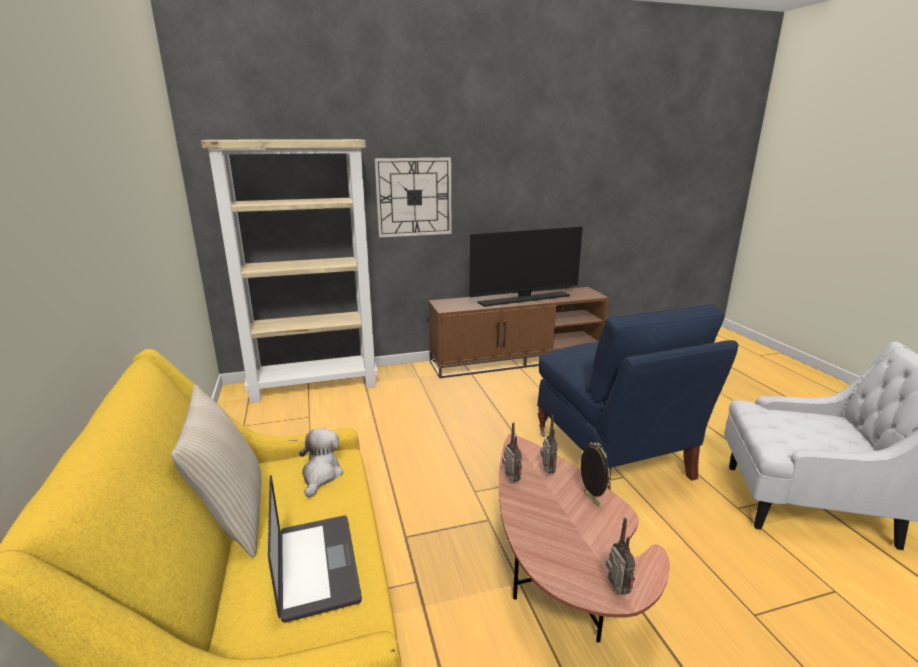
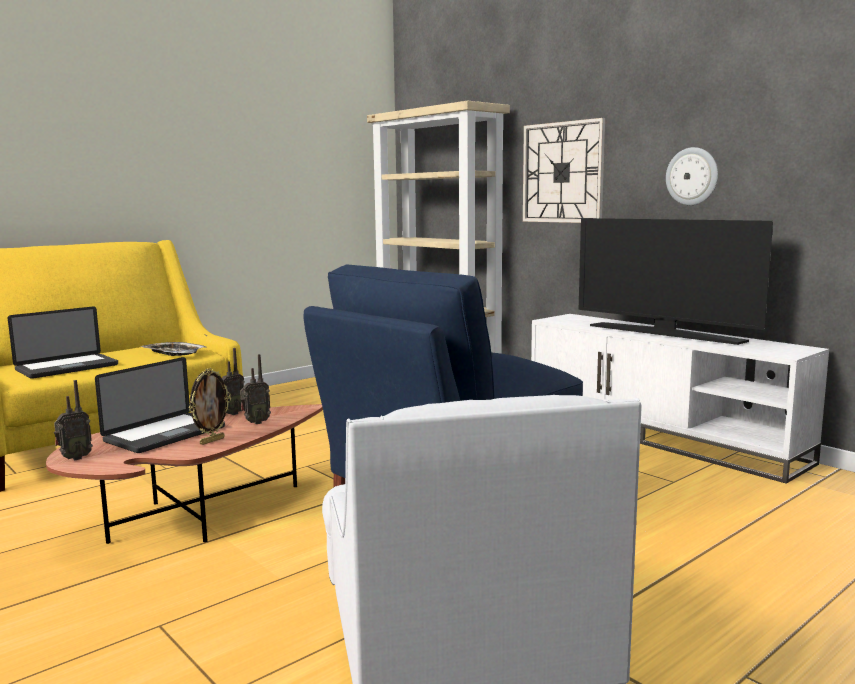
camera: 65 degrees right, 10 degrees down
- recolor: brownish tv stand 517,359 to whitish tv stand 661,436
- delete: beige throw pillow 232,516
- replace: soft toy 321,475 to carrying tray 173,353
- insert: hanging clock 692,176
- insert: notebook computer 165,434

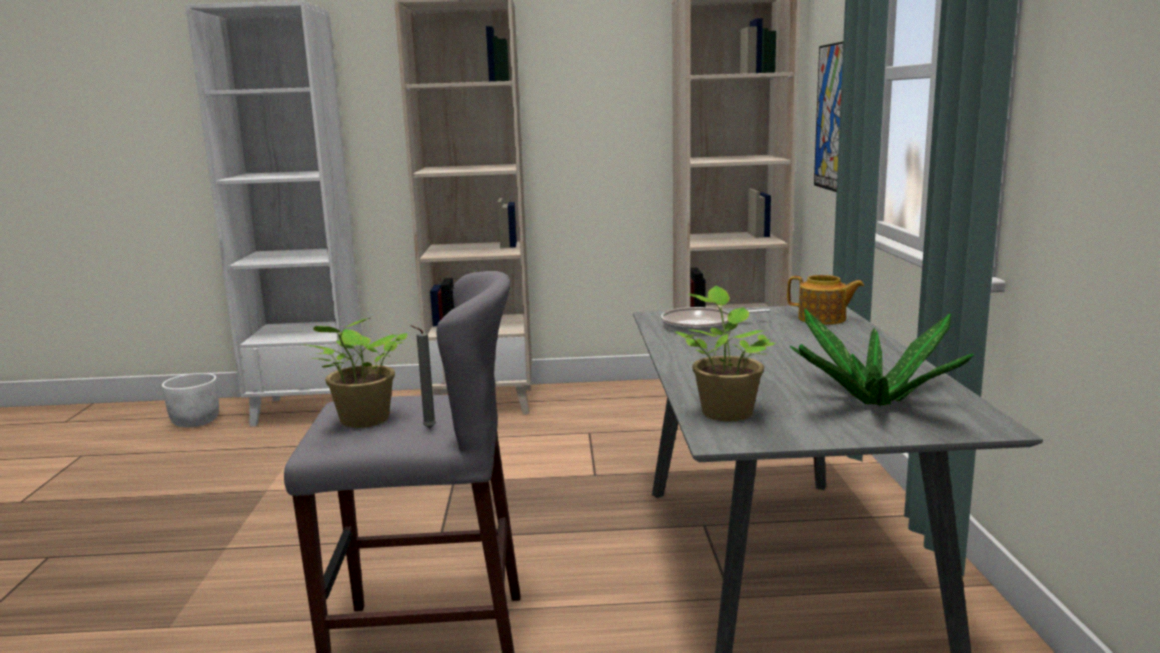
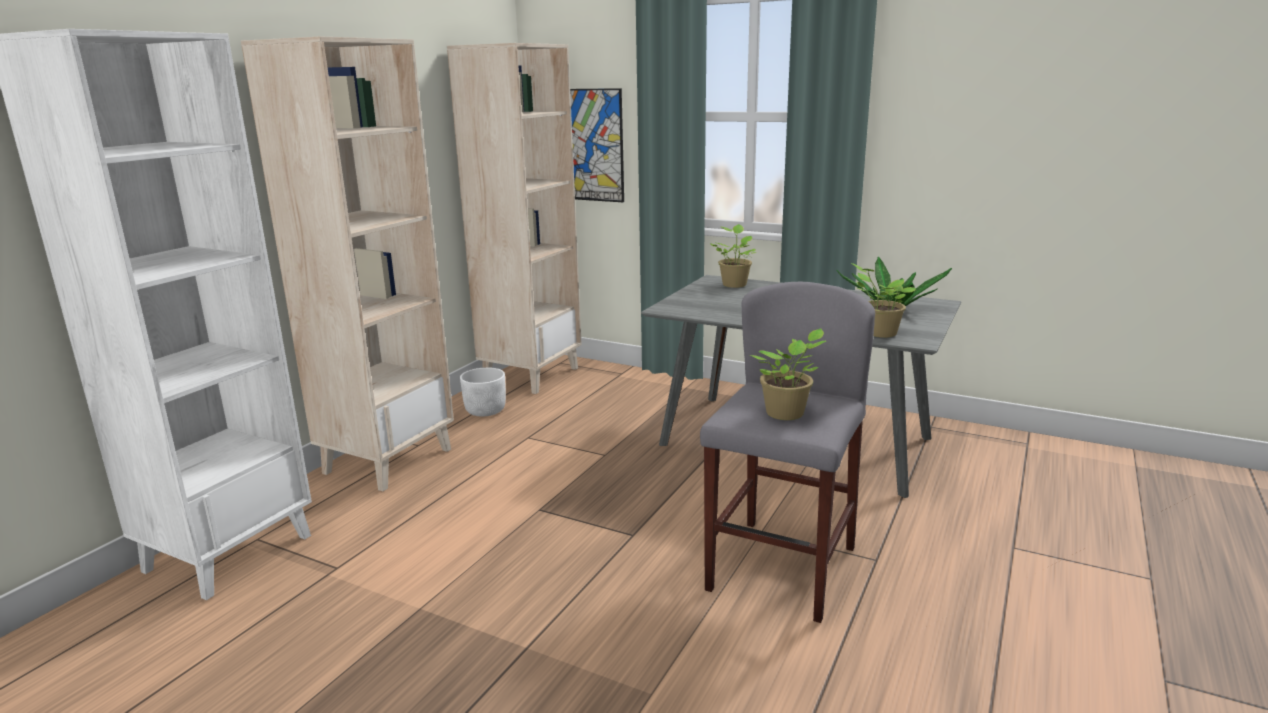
camera: 60 degrees left, 5 degrees up
- replace: tea pot 823,319 to houseplant 734,284
- delete: frying pan 702,326
- delete: grey wax light 427,429
- move: whitish plant pot 196,421 to 485,410

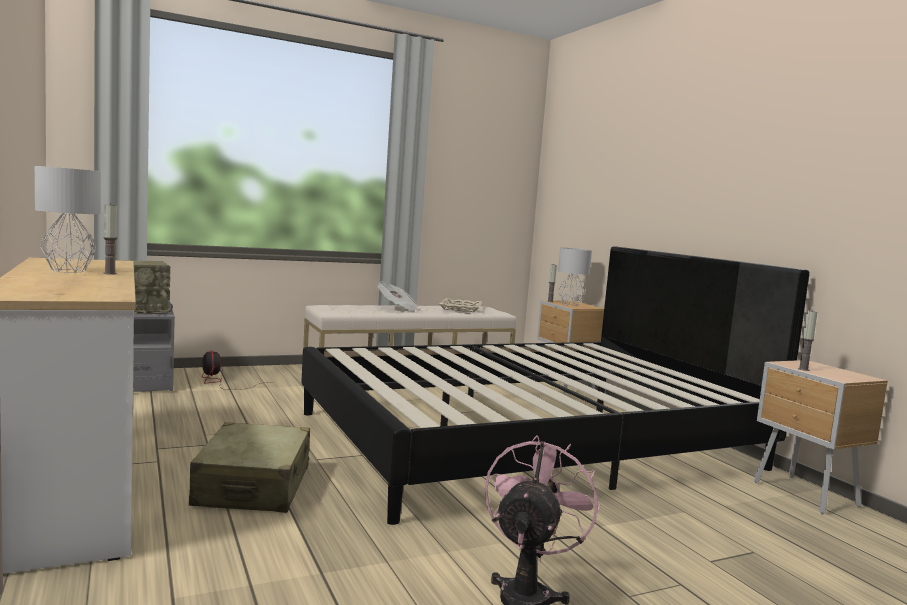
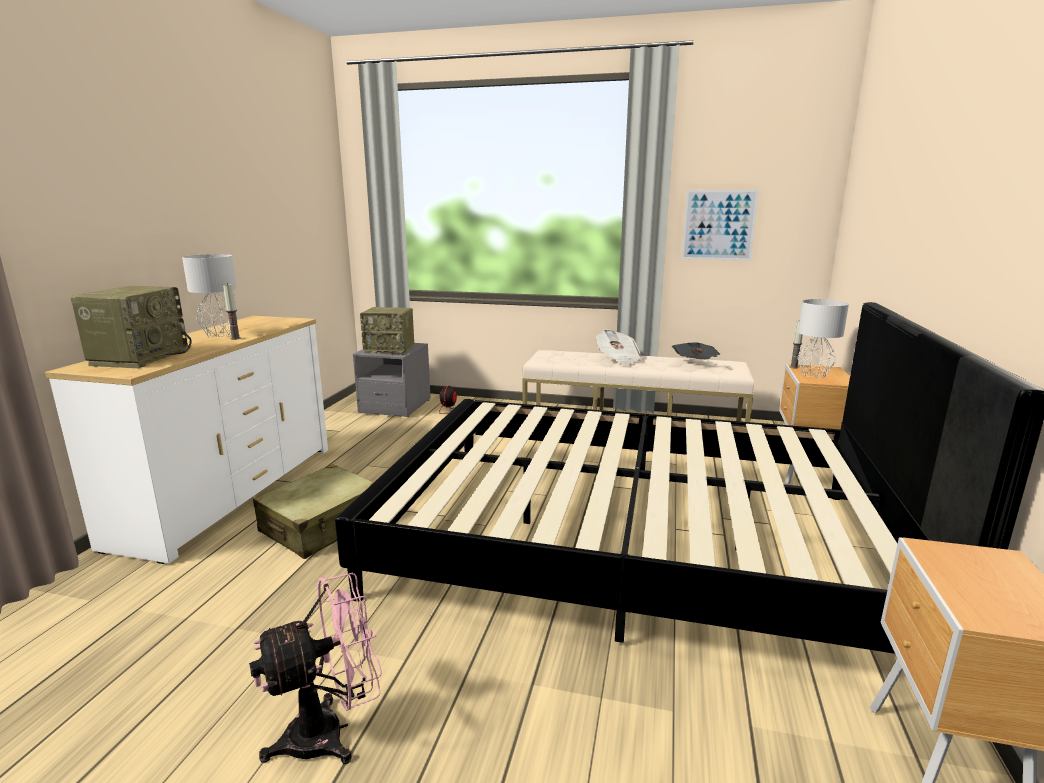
camera: 40 degrees right, 10 degrees up
- replace: beige carrying tray 460,308 to newspaper 695,364
- delete: wax light 803,369
- insert: picture 718,225
- insert: radio receiver 140,357

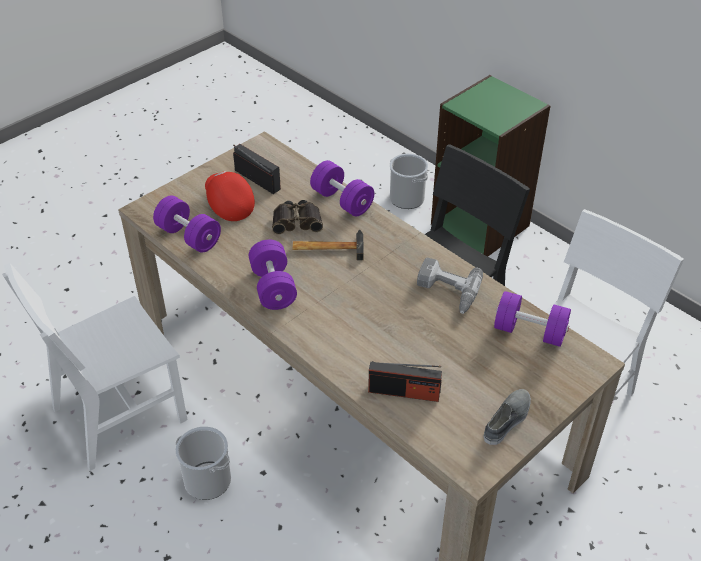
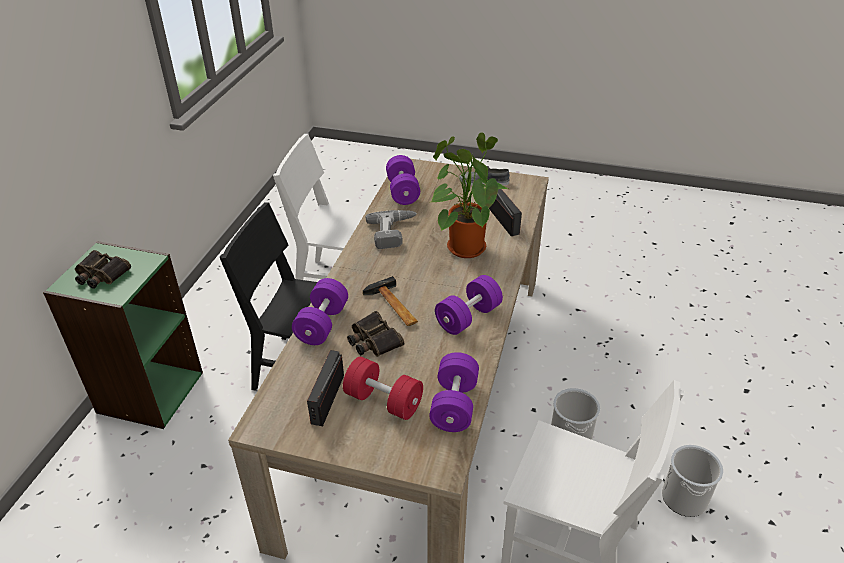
camera: 120 degrees left, 5 degrees down
- move: water bucket 407,198 to 684,498
- replace: reddish cap 228,204 to reddish hand weight 383,401
- insert: houseplant 463,246
- insert: binoculars 100,274

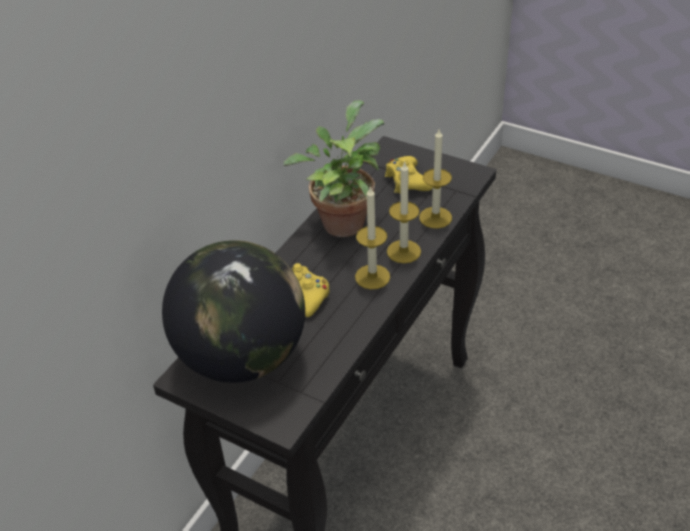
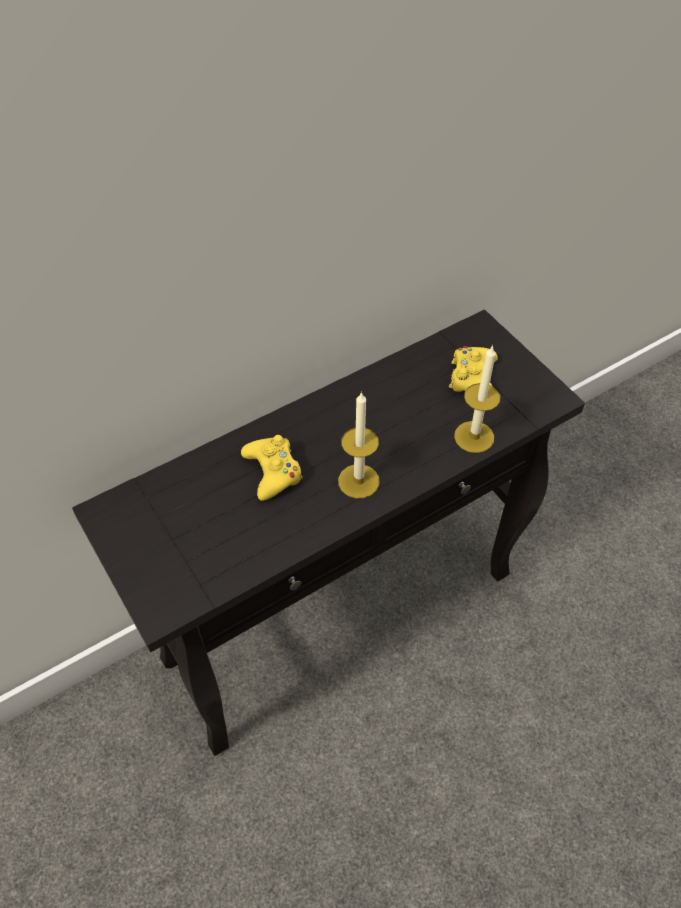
camera: 25 degrees right, 10 degrees up
- delete: houseplant 343,220
- delete: wax light 403,251
- delete: world globe 242,358

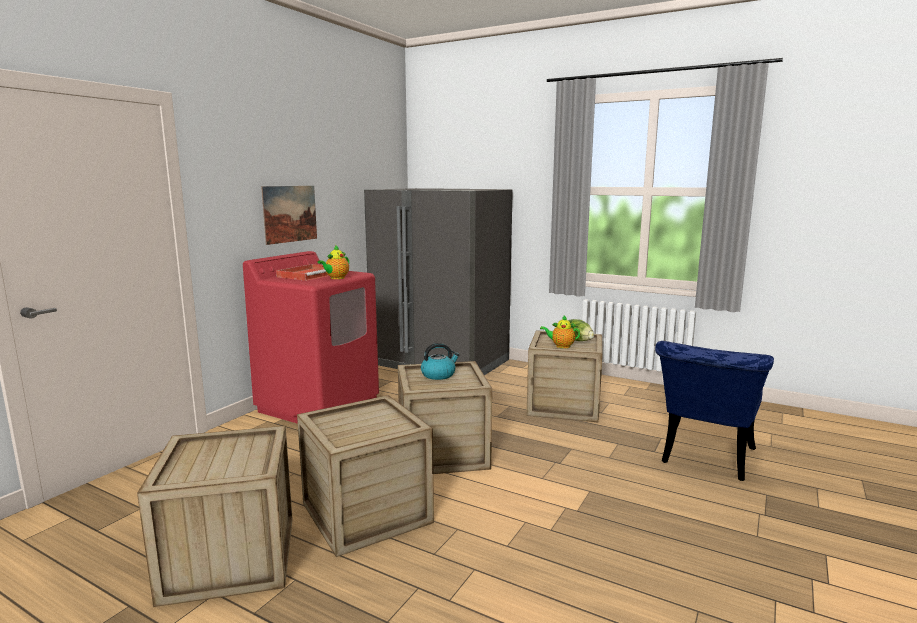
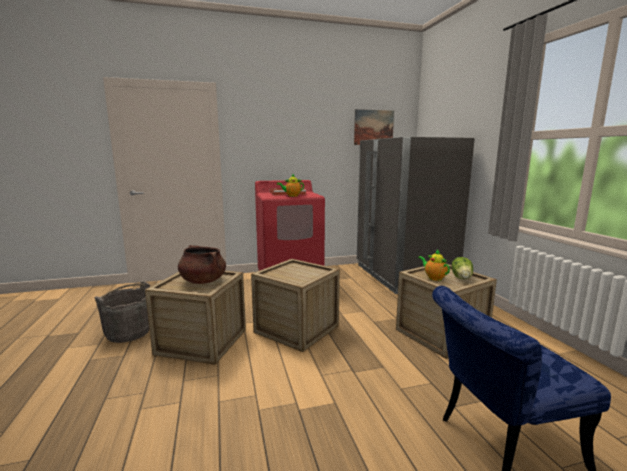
camera: 45 degrees right, 0 degrees up
- move: picture 290,214 to 373,127
- delete: water kettle 439,375
- replace: shipping crate 230,558 to grey water bucket 128,332
- insert: brownish stockpot 203,281

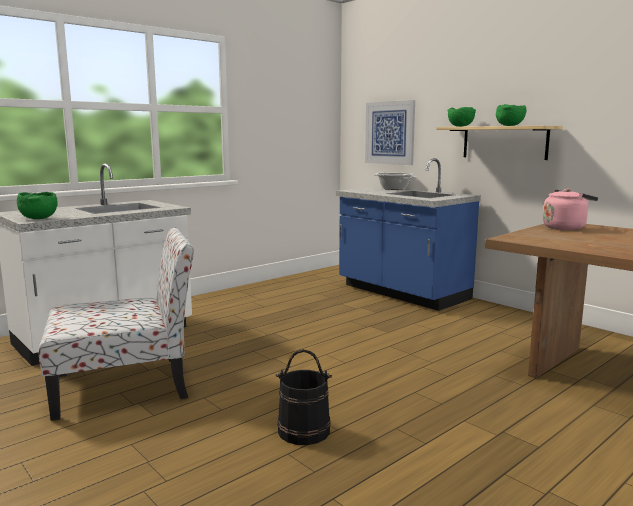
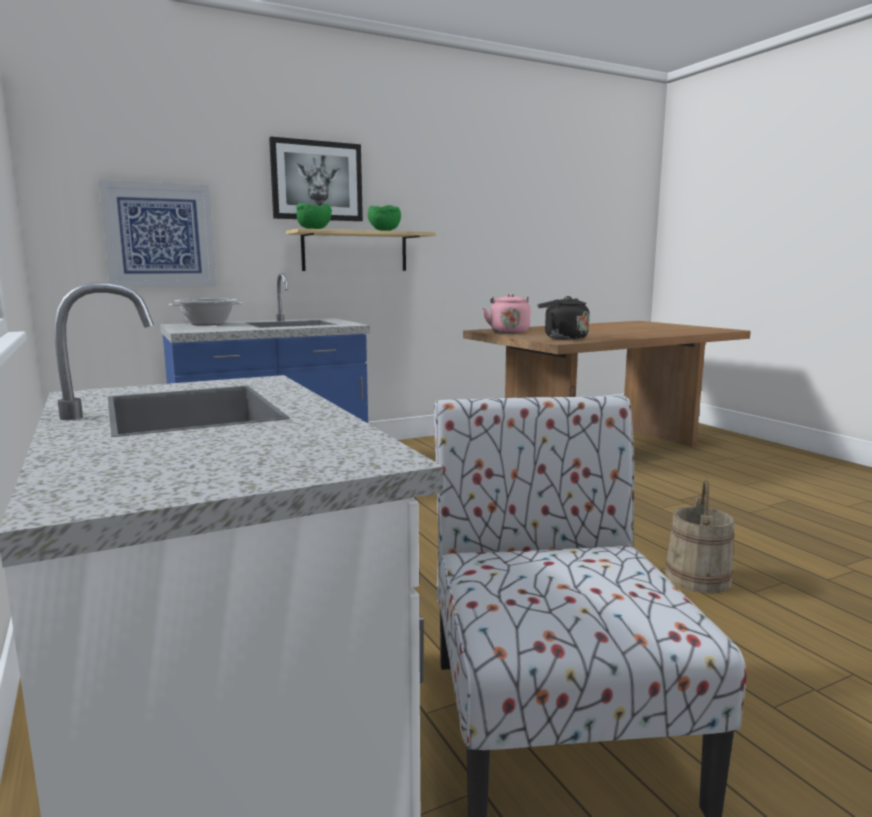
camera: 75 degrees left, 0 degrees up
- delete: green bowl 39,218
- recolor: black water bucket 303,431 to beige water bucket 698,578
- insert: picture 317,181
- insert: black water kettle 562,338

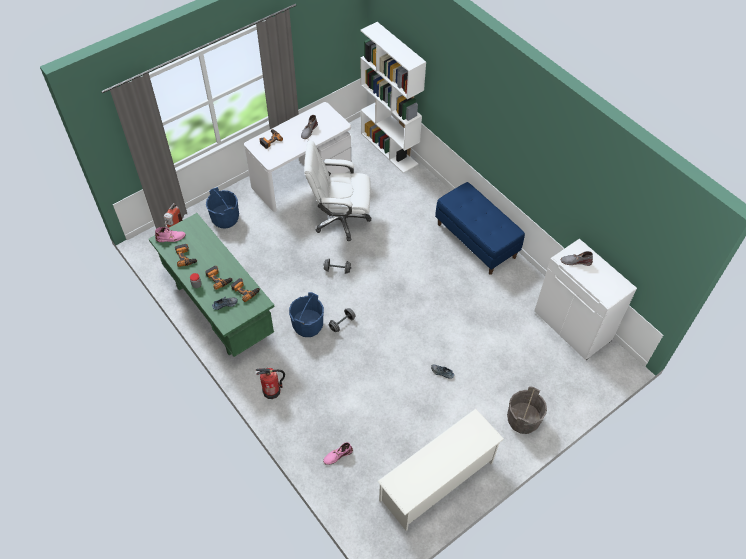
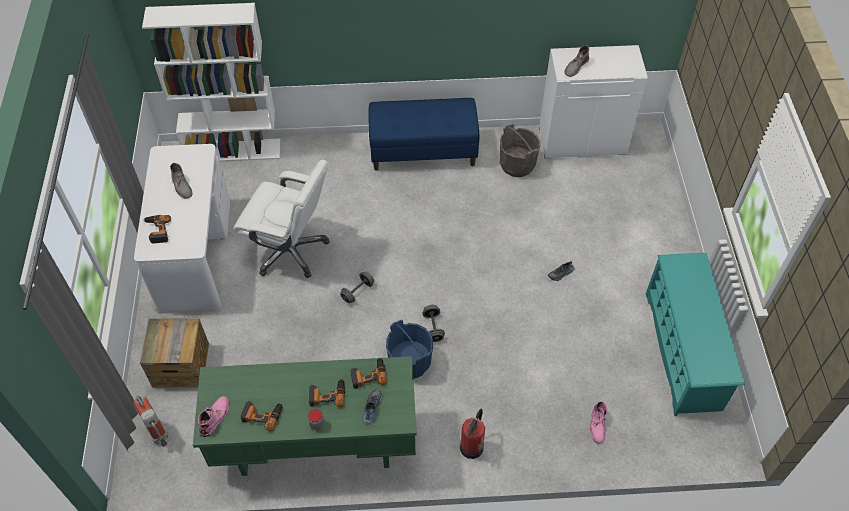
camera: 55 degrees left, 0 degrees up
- rotate: whitish computer chair 340,219 = 290,250 105 degrees counterclockwise
- replace: bluish water bucket 225,218 to shipping crate 181,365
- move: grey water bucket 523,420 to 517,164
- recolor: whitish shoe stand 437,481 to turquoise-coloured shoe stand 683,351

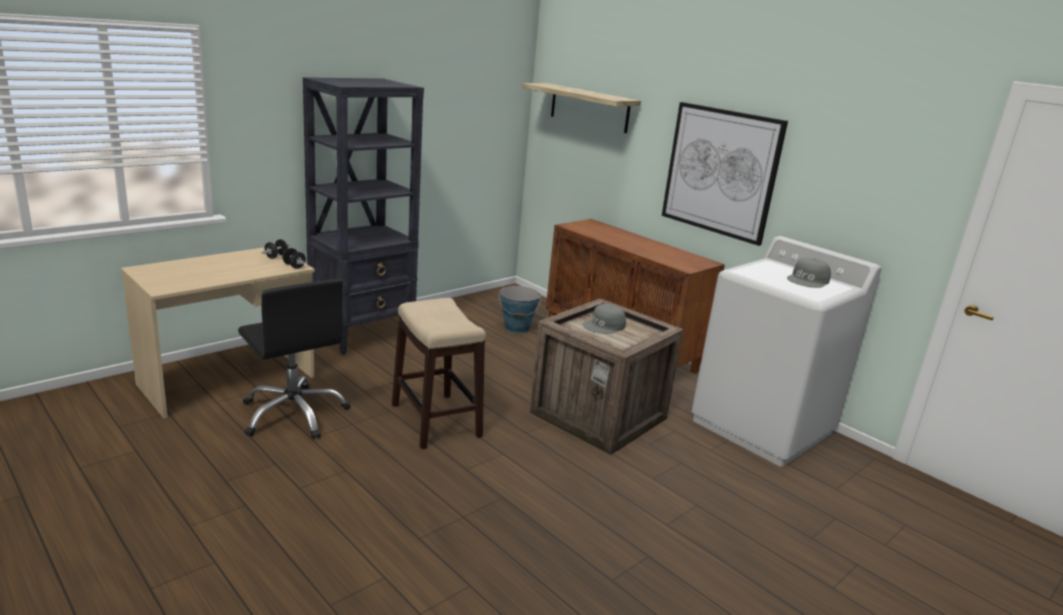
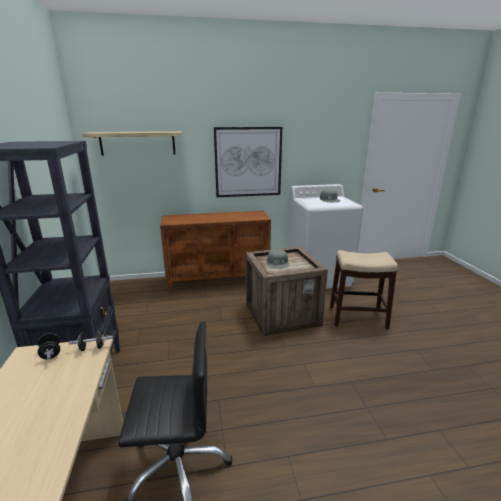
camera: 55 degrees left, 0 degrees up
- delete: water bucket 517,328
- move: sitting stool 436,421 to 358,317

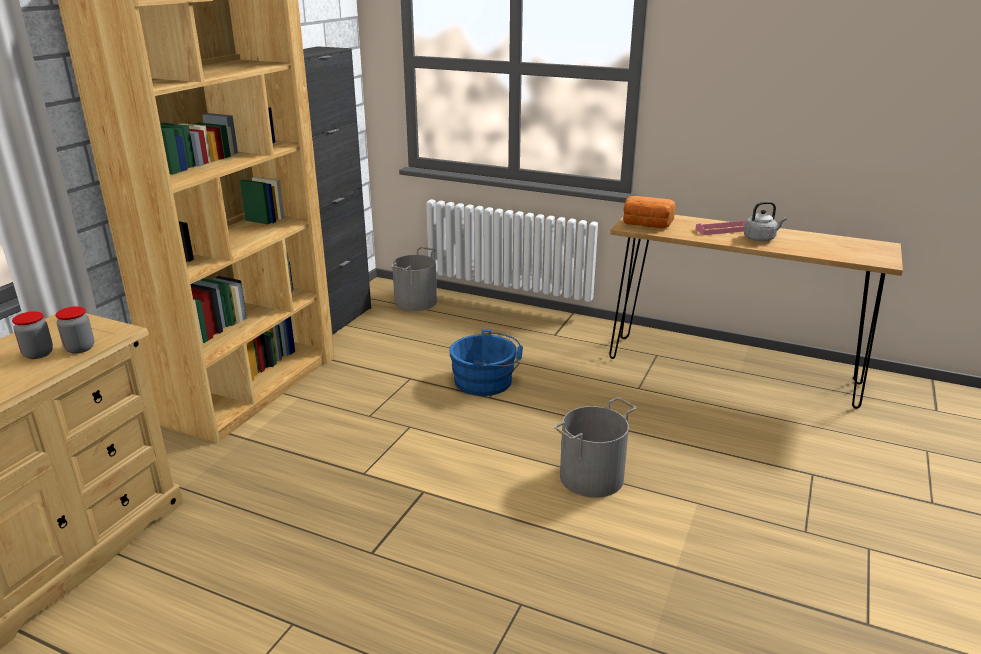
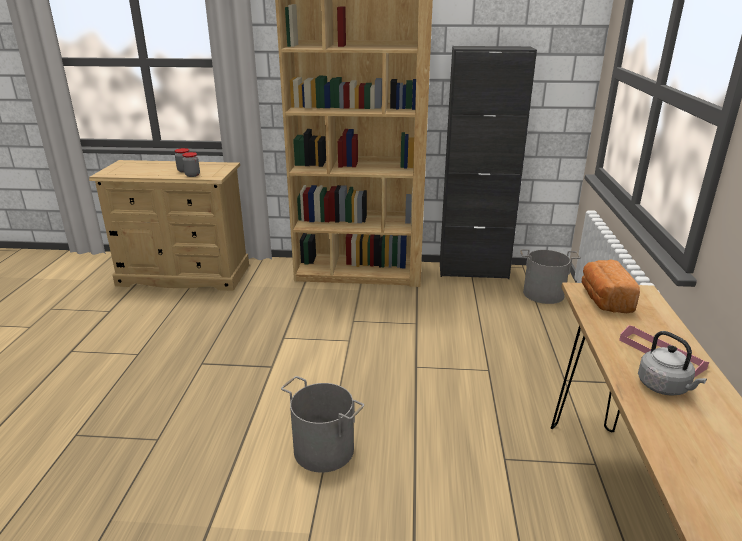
camera: 70 degrees right, 0 degrees up
- delete: bluish water bucket 487,381

